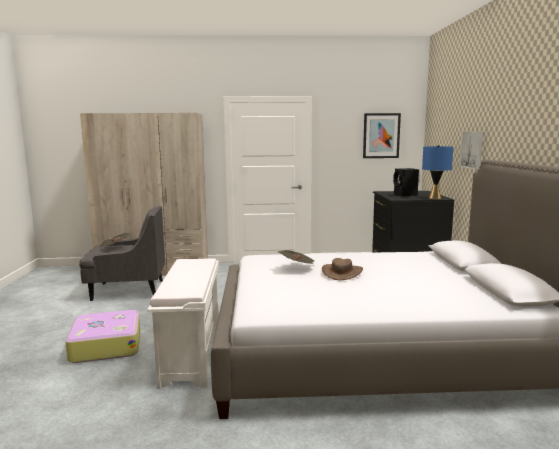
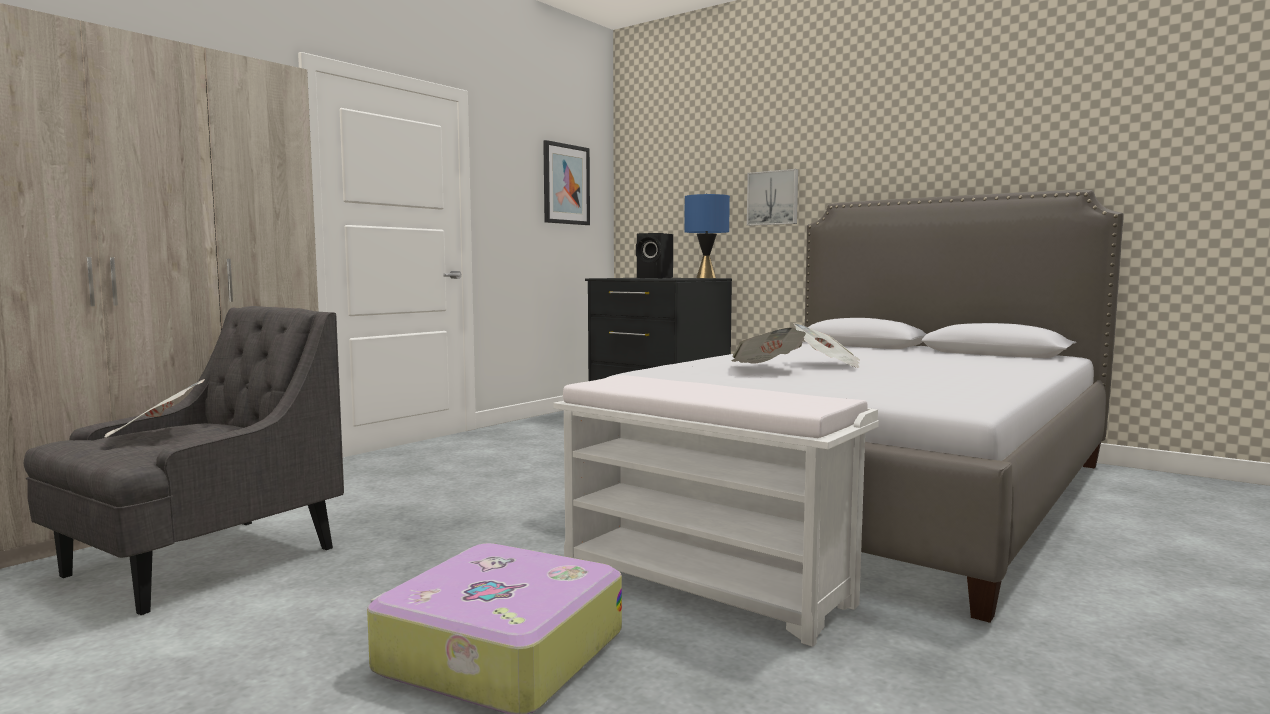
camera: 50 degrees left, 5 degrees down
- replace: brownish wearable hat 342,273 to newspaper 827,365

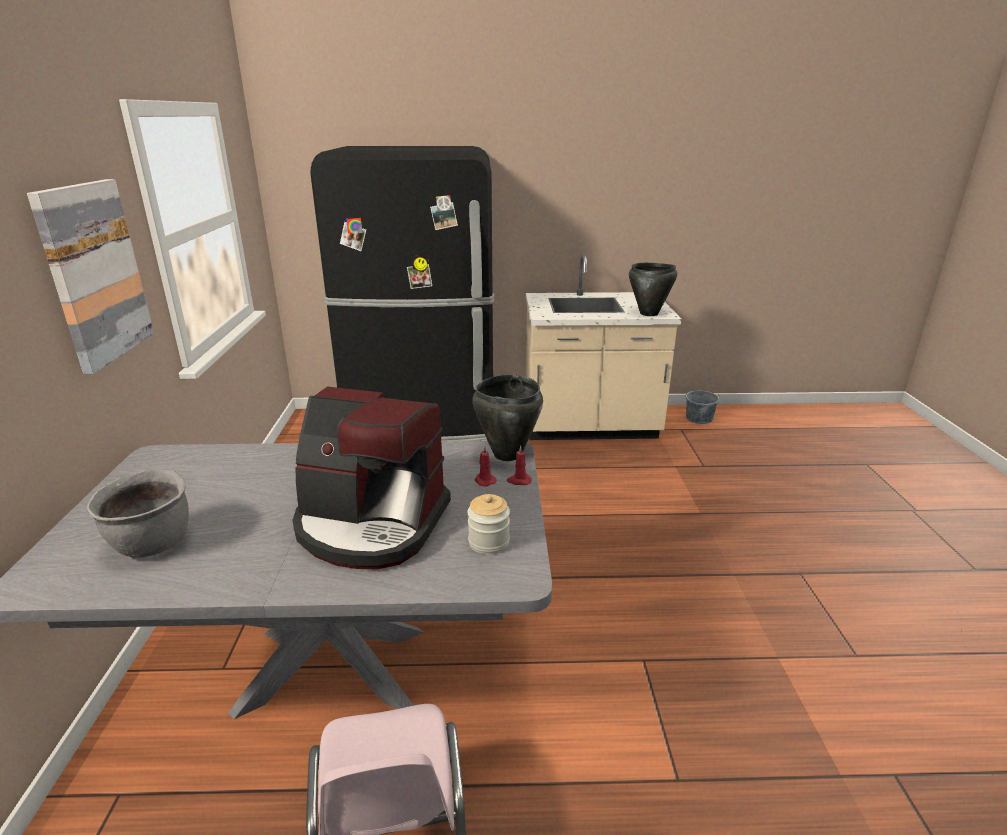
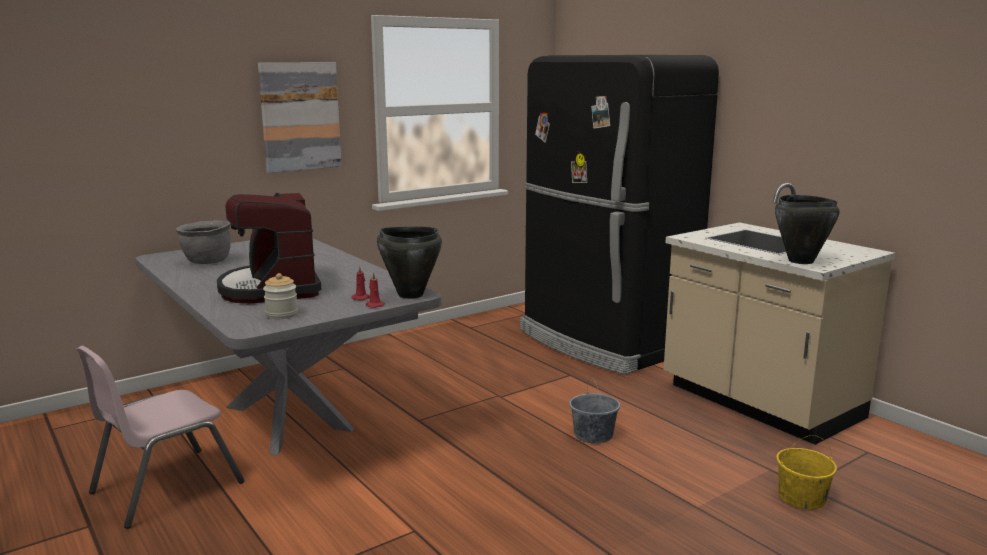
camera: 55 degrees right, 10 degrees down
- move: grey water bucket 699,418 to 593,435
- insert: yellowish water bucket 802,498

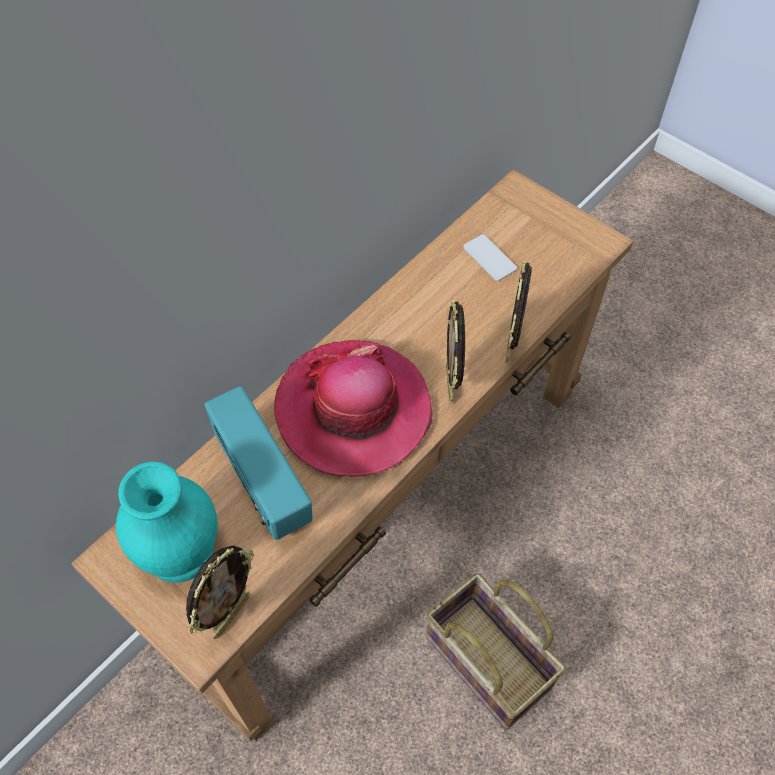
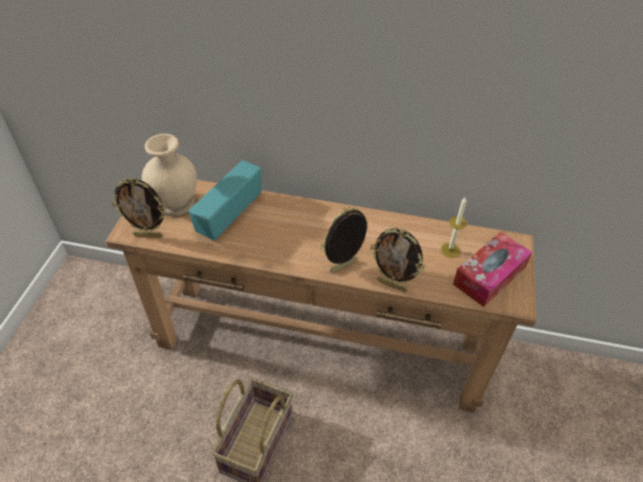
camera: 60 degrees right, 10 degrees down
- replace: handset 489,258 to wax light 450,250
- rotate: picture frame 511,346 = 392,285 135 degrees counterclockwise
- delete: wearable hat 353,410
- recolor: turquoise-coloured vase 179,546 to beige vase 176,201
- insert: tissue holder 489,276

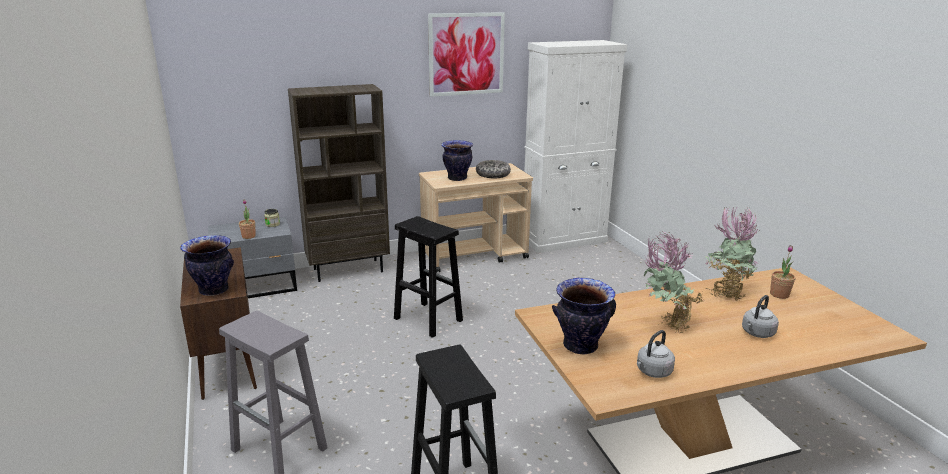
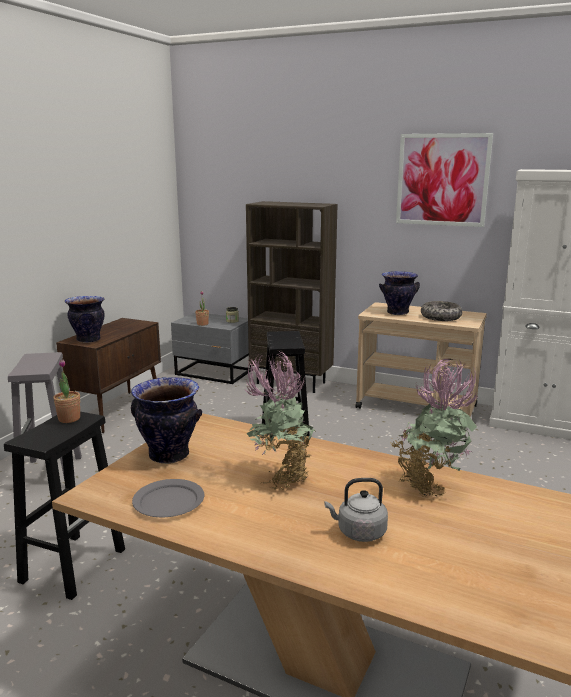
camera: 45 degrees right, 5 degrees down
- move: houseplant 779,294 to 69,419
- replace: grey water kettle 652,372 to grey flat dish 168,501

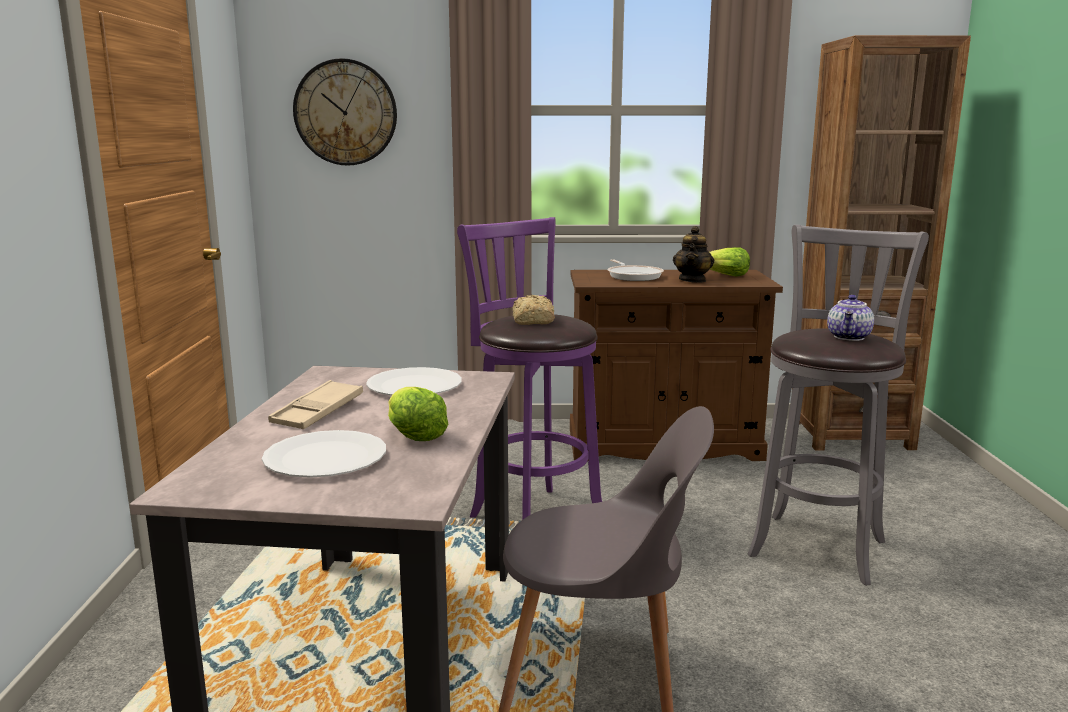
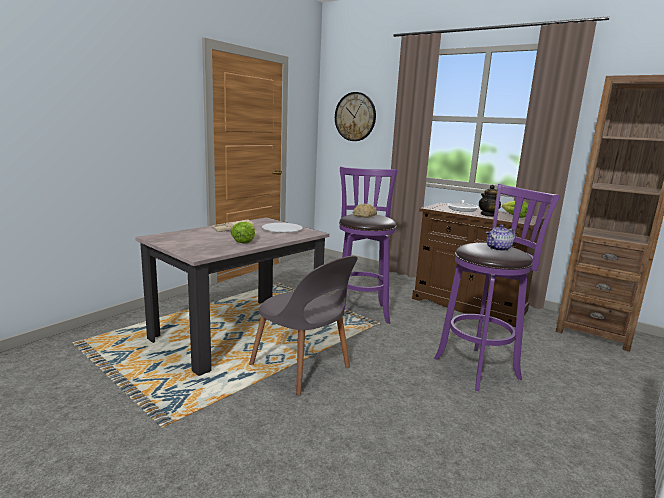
camera: 35 degrees right, 0 degrees up
- recolor: grey sitting stool 819,544 to purple sitting stool 480,367
- delete: whitish flat dish 325,457

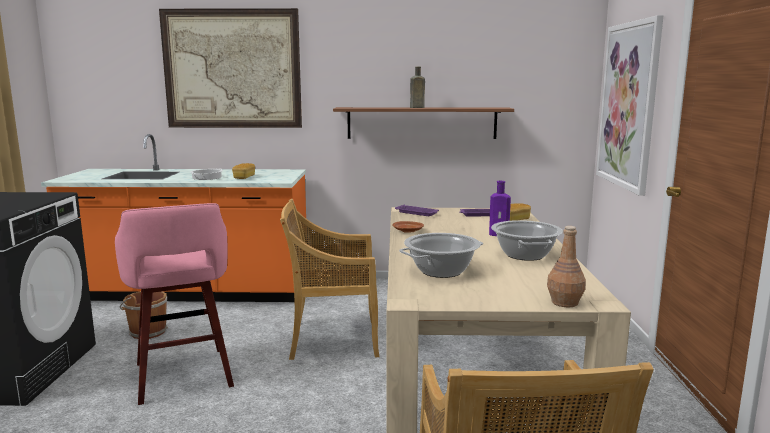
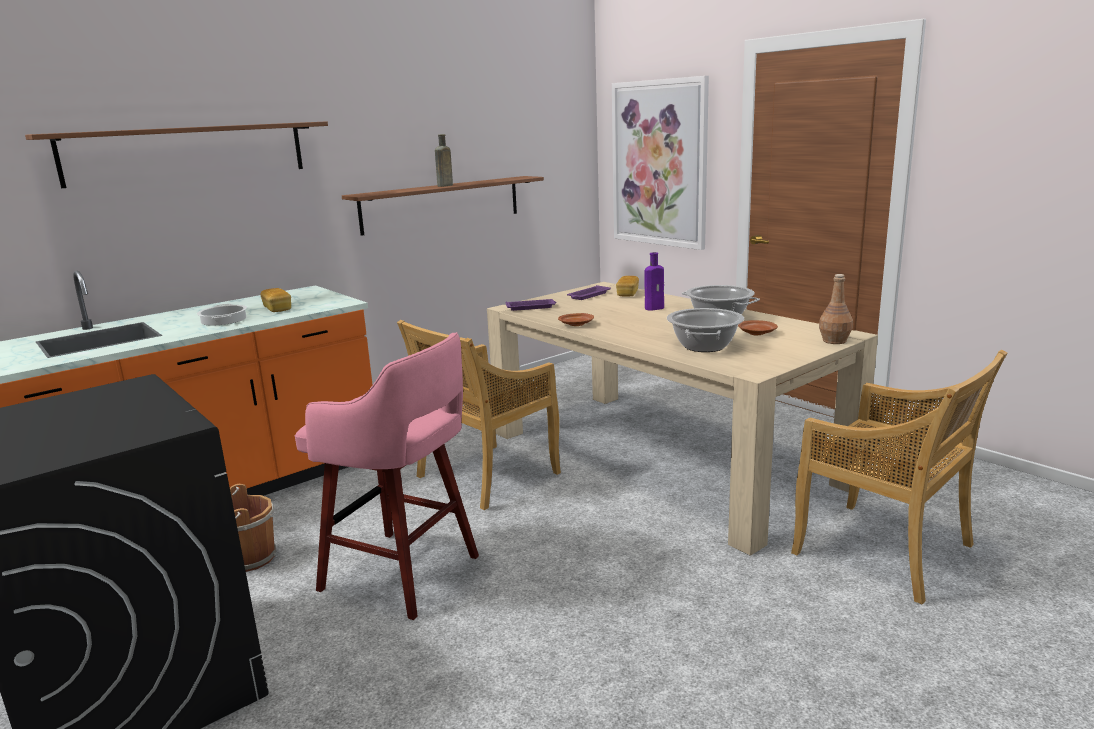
camera: 40 degrees left, 5 degrees up
- replace: picture 232,69 to wall shelf 188,152
- insert: brownish flat dish 756,333

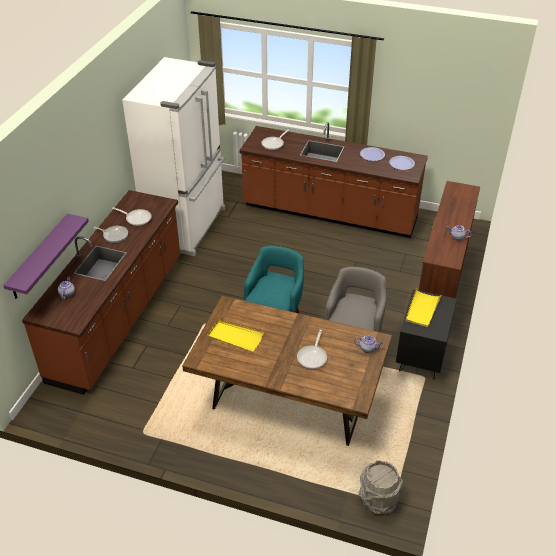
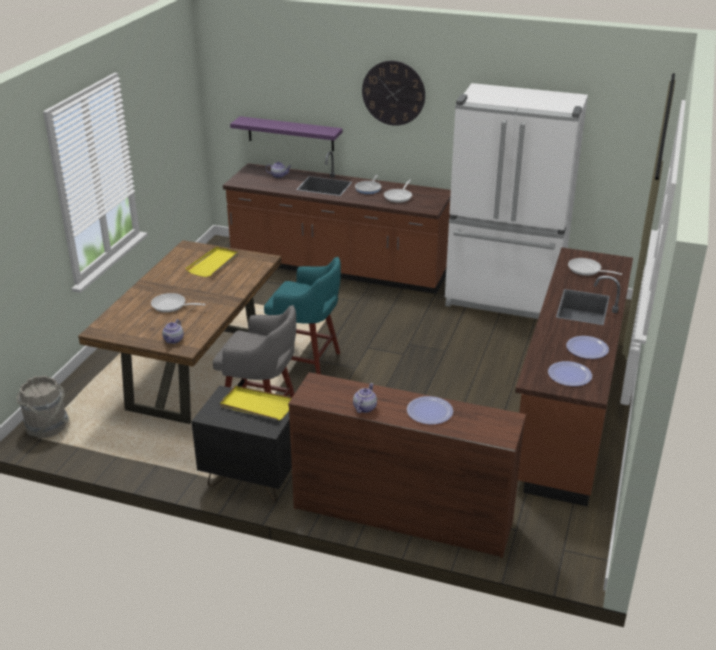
camera: 90 degrees right, 10 degrees down
- insert: hanging clock 393,93
- insert: flat dish 429,411

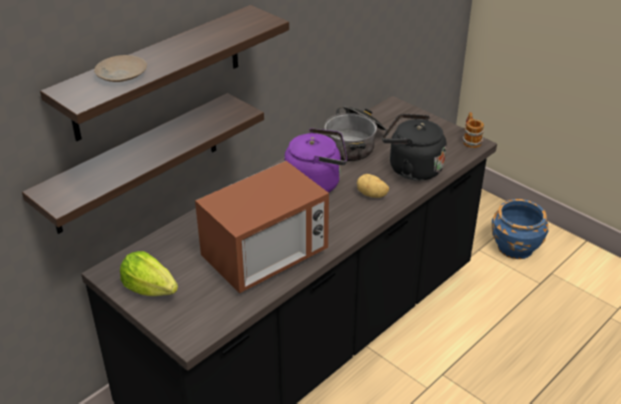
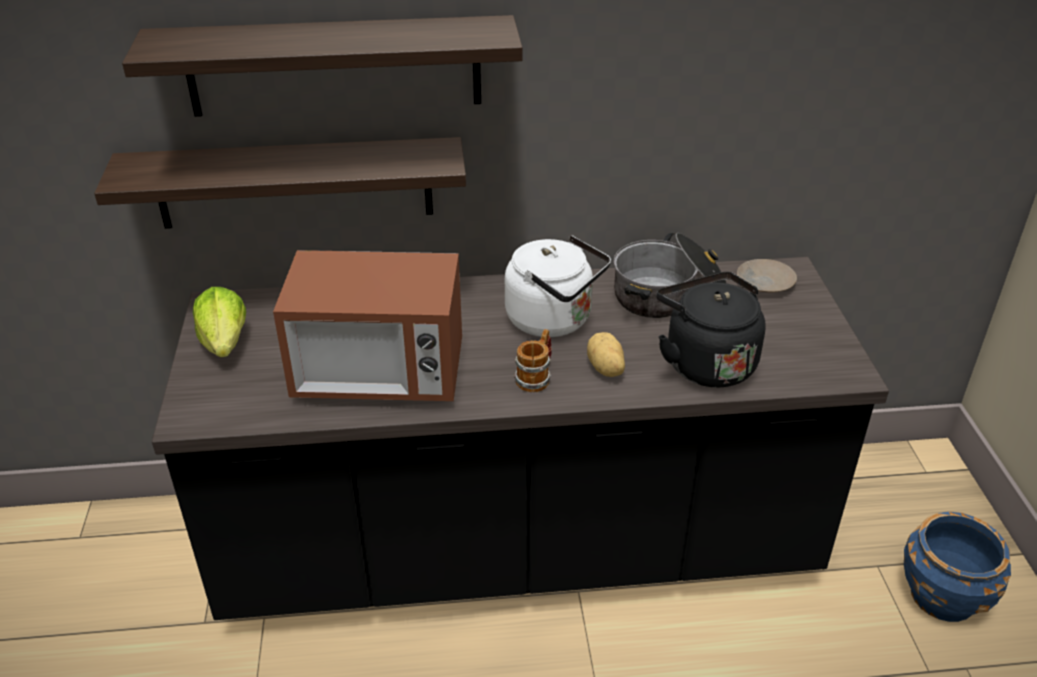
camera: 40 degrees right, 0 degrees up
- move: beige flat dish 121,75 to 764,283
- move: tea mug 470,140 to 536,377
- recolor: purple water kettle 316,183 to whitish water kettle 554,320

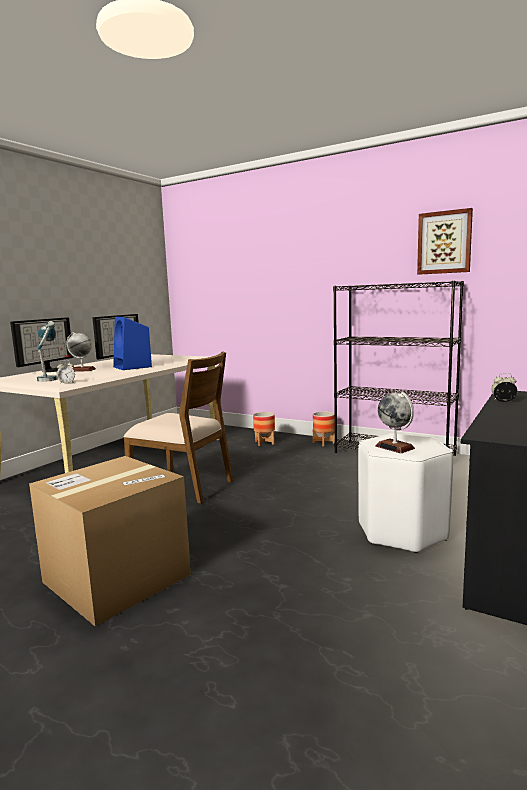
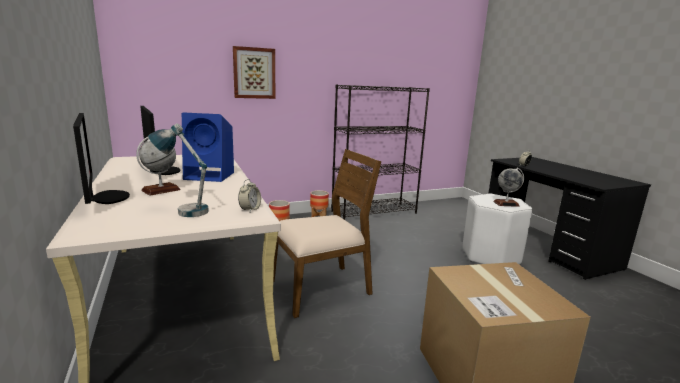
camera: 55 degrees left, 5 degrees up
- move: picture 444,242 to 254,73

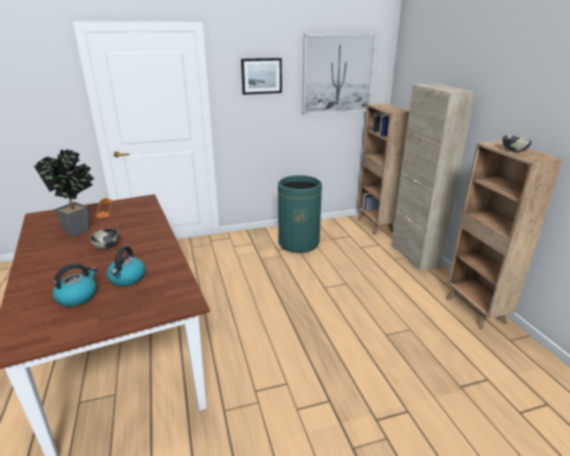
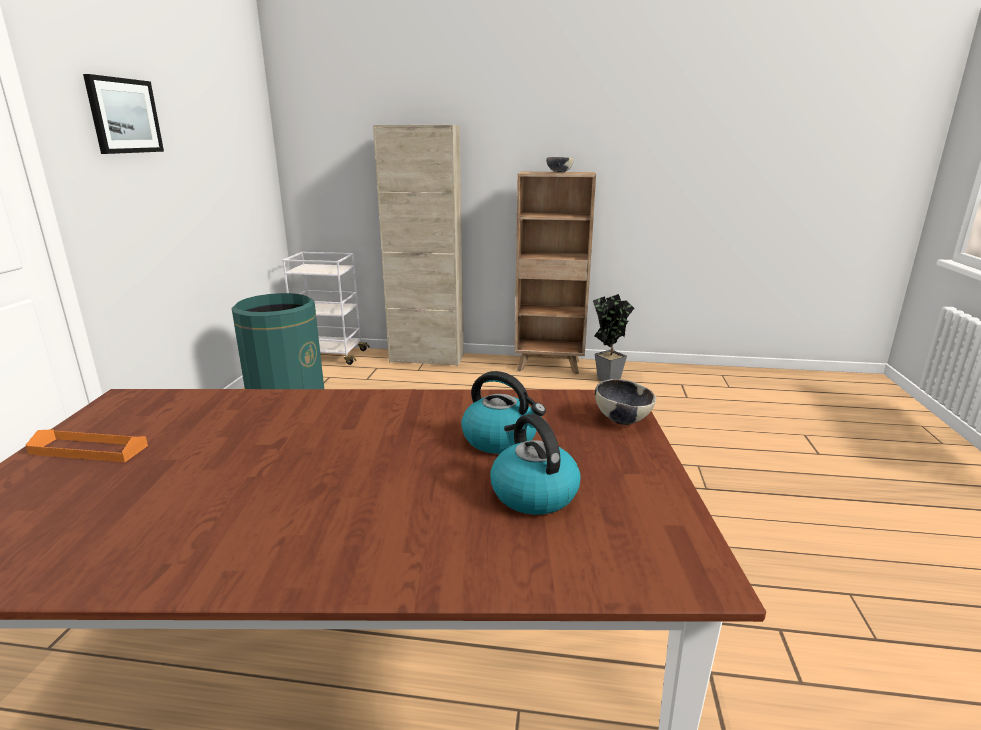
camera: 65 degrees left, 5 degrees down
- delete: picture 337,74
- replace: brownish bookshelf 375,225 to whitish trolley 330,356
- move: houseplant 81,231 to 607,378
- move: bowl 107,247 to 622,419

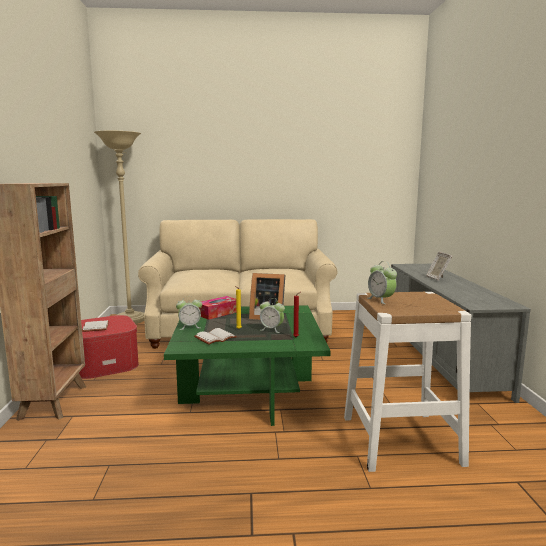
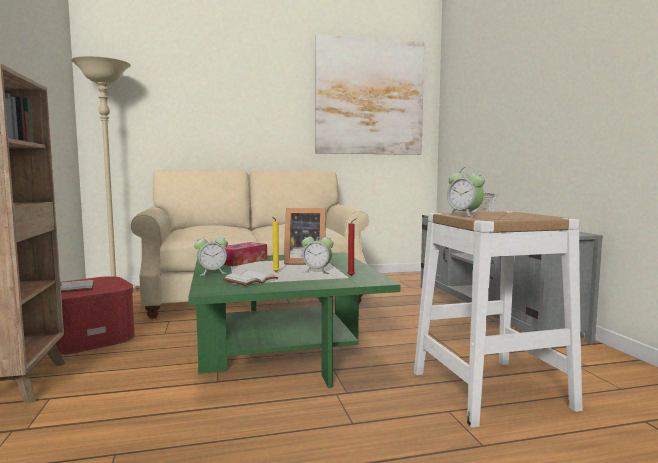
camera: 10 degrees left, 5 degrees down
- insert: picture 369,97

